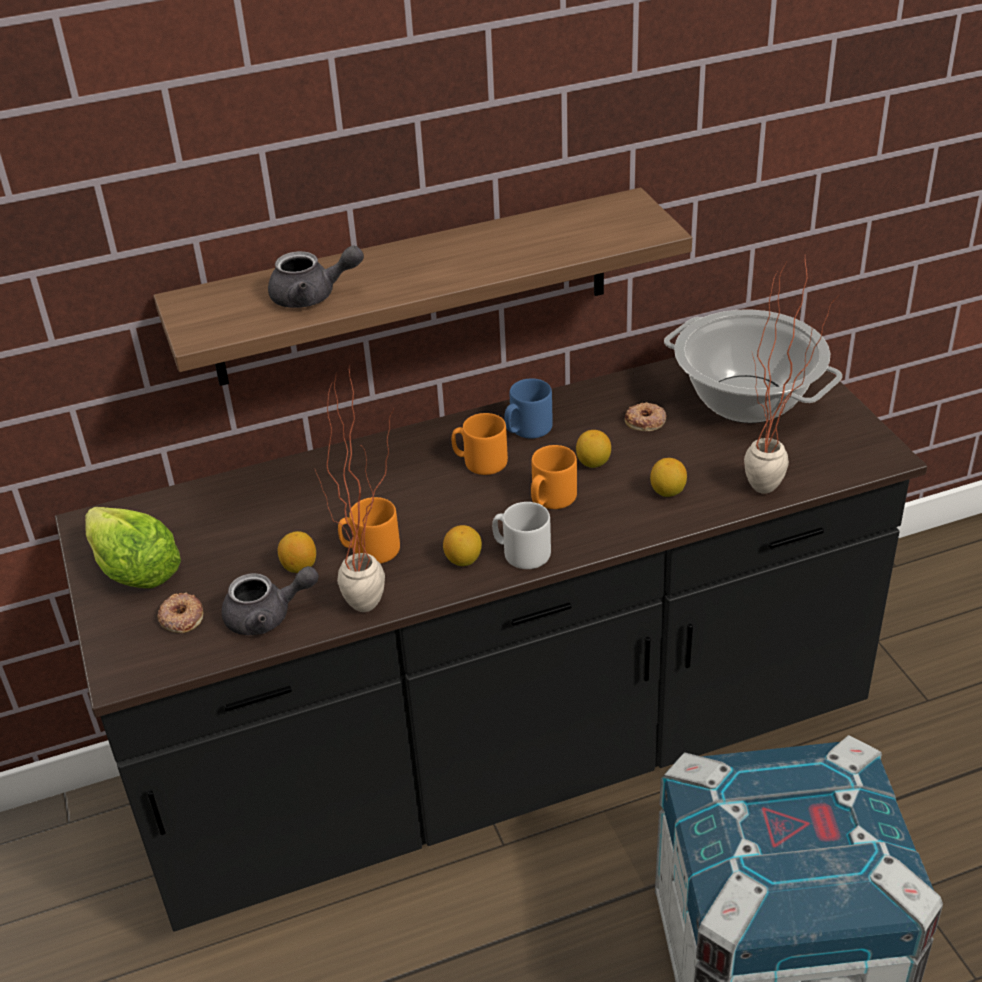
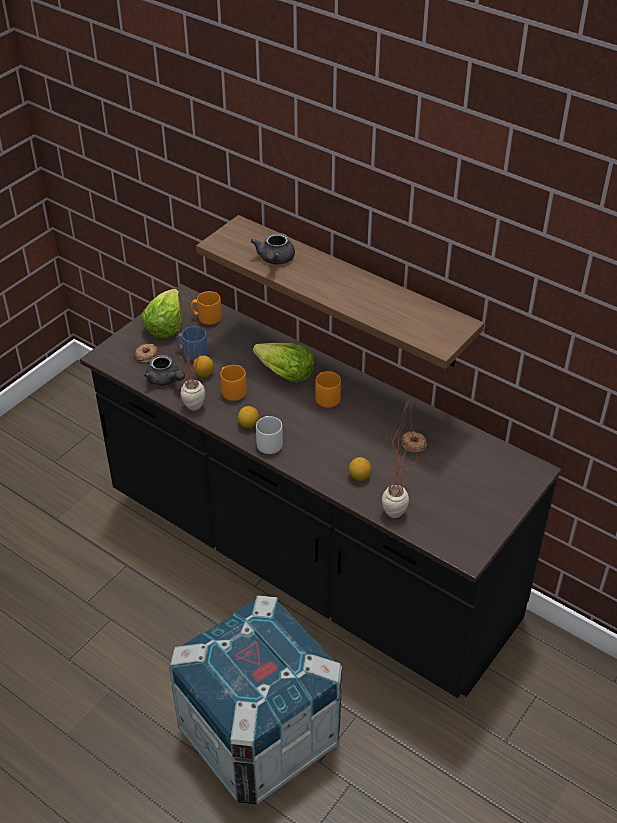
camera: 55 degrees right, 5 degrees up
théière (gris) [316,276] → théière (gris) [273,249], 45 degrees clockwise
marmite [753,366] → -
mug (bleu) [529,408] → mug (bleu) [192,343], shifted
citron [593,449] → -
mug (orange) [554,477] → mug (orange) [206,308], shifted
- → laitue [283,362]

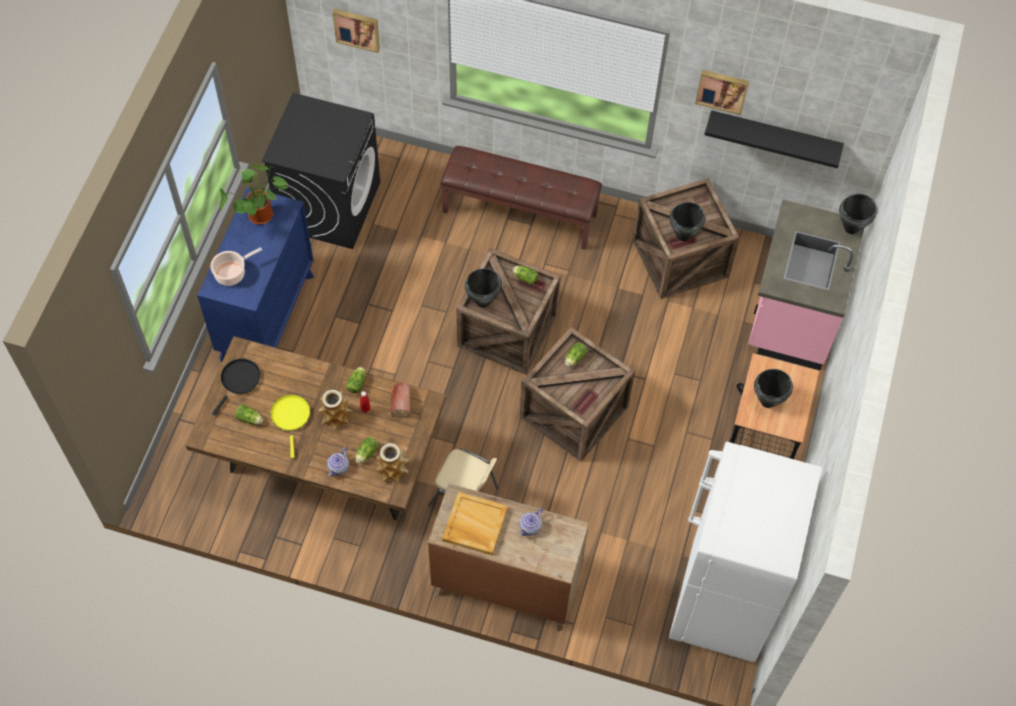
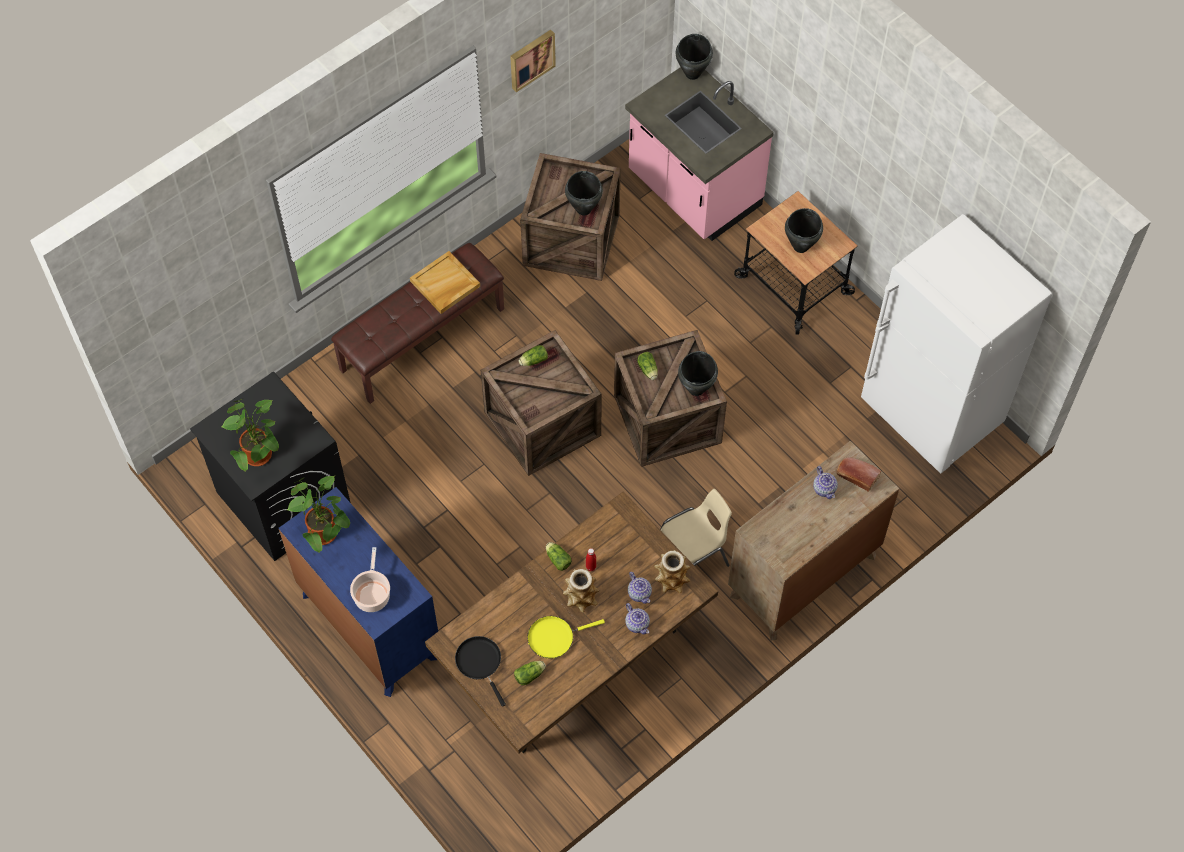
camera: 55 degrees left, 0 degrees up
tableau [356,31] → -
étagère (noir) [774,139] → -
marmite (noir) [483,288] → marmite (noir) [698,373], shifted
pain [400,400] → pain [858,474], shifted
poêle (jaune) [290,426] → poêle (jaune) [566,637], 45 degrees counterclockwise
laitue [367,450] → théière [640,588]
plateau (beige) [475,524] → plateau (beige) [445,282], shifted
- → plante en pot [250,434]

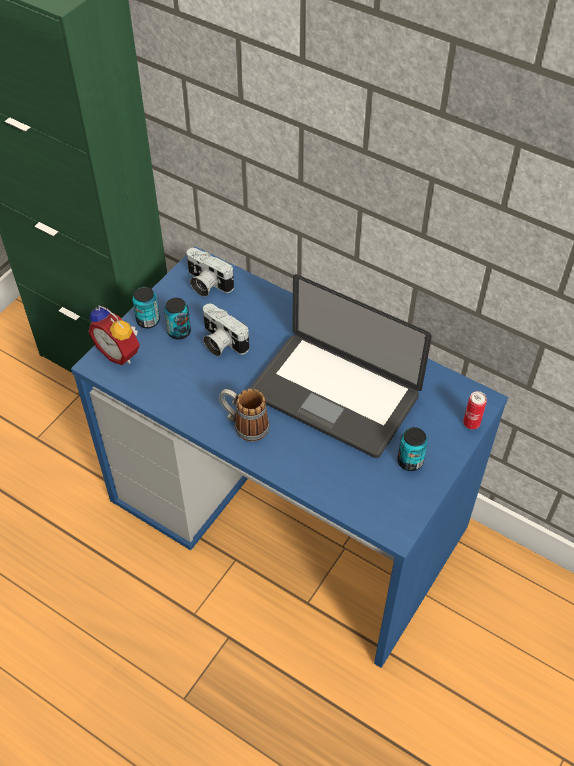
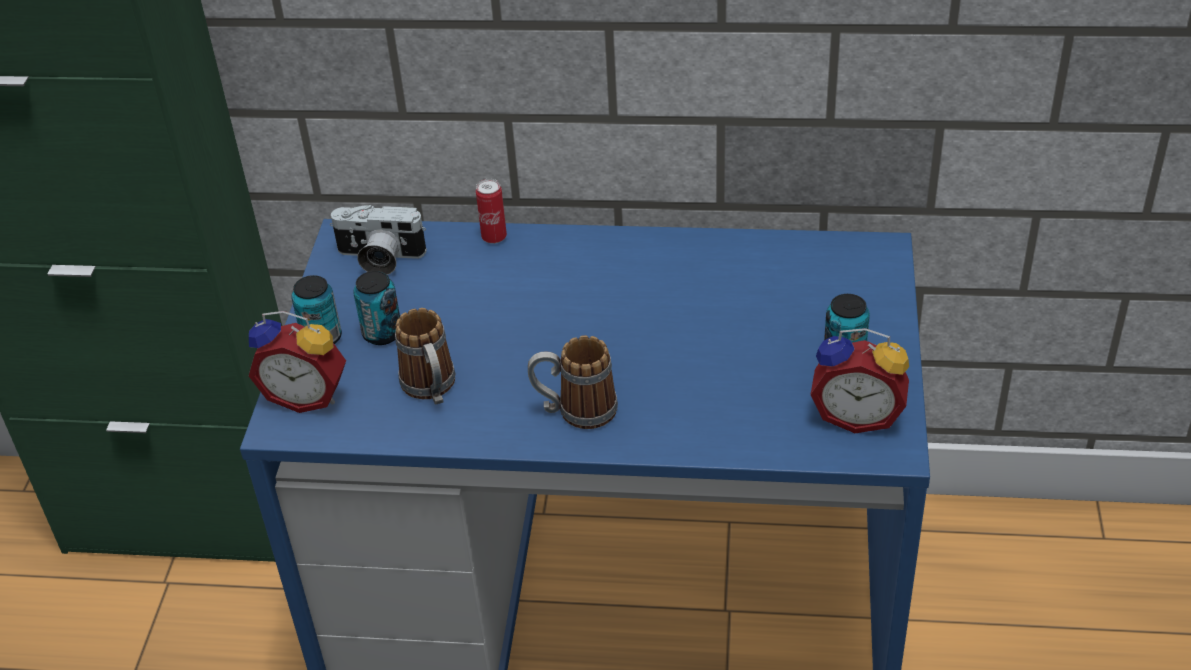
camera: 25 degrees left, 10 degrees down
ordinateur portable [340,366] → -
appareil photo [226,330] → -
boîte métallique [475,410] → boîte métallique [491,211], shifted
- → mug [425,356]
- → réveil [860,380]

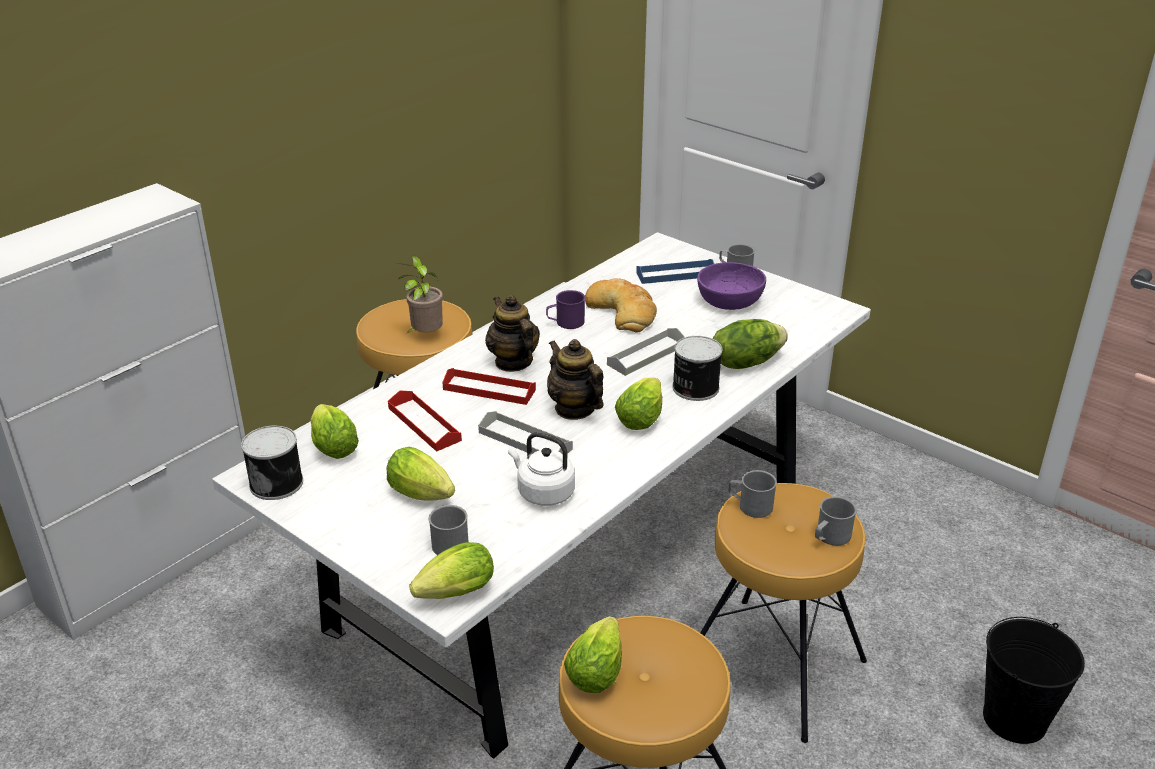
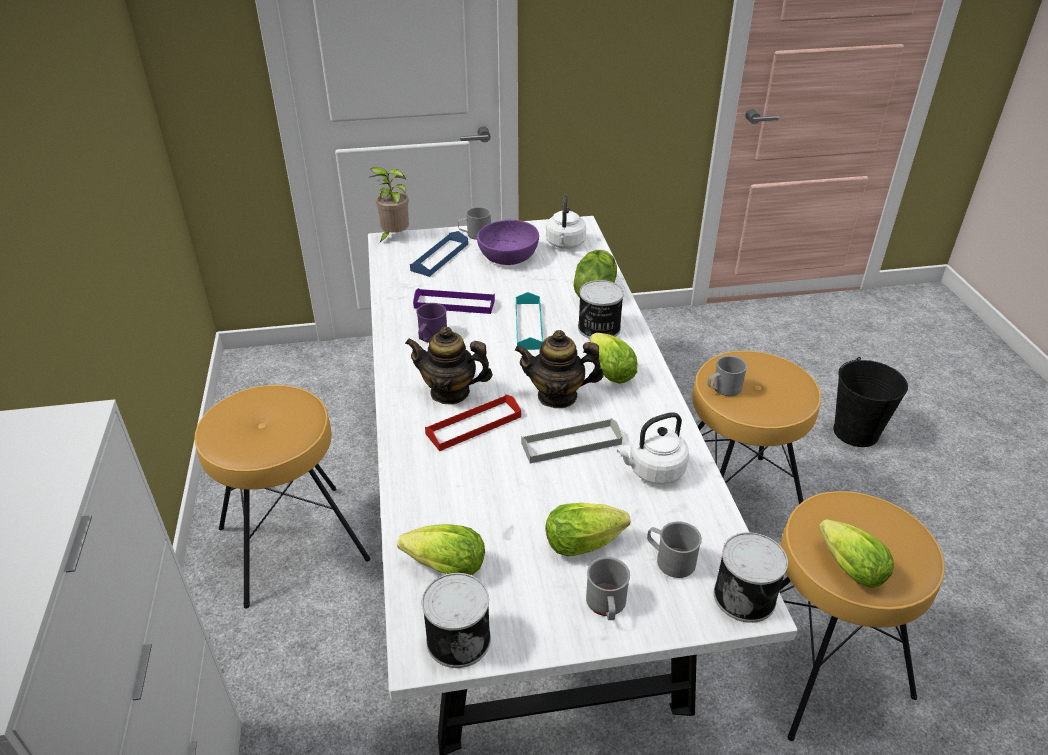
camera: 50 degrees left, 5 degrees up
plante en pot [420,294] → plante en pot [389,205], shifted
pain [621,305] → plateau (violet) [454,301]
plateau (gris) [646,352] → plateau (turquoise) [529,321]
plateau (rouge) [425,421] → -
mug (gris) [836,521] → mug (gris) [608,588], shifted
laitue [451,570] → boîte métallique [751,577]
- → bouilloire (blanc) [566,221]

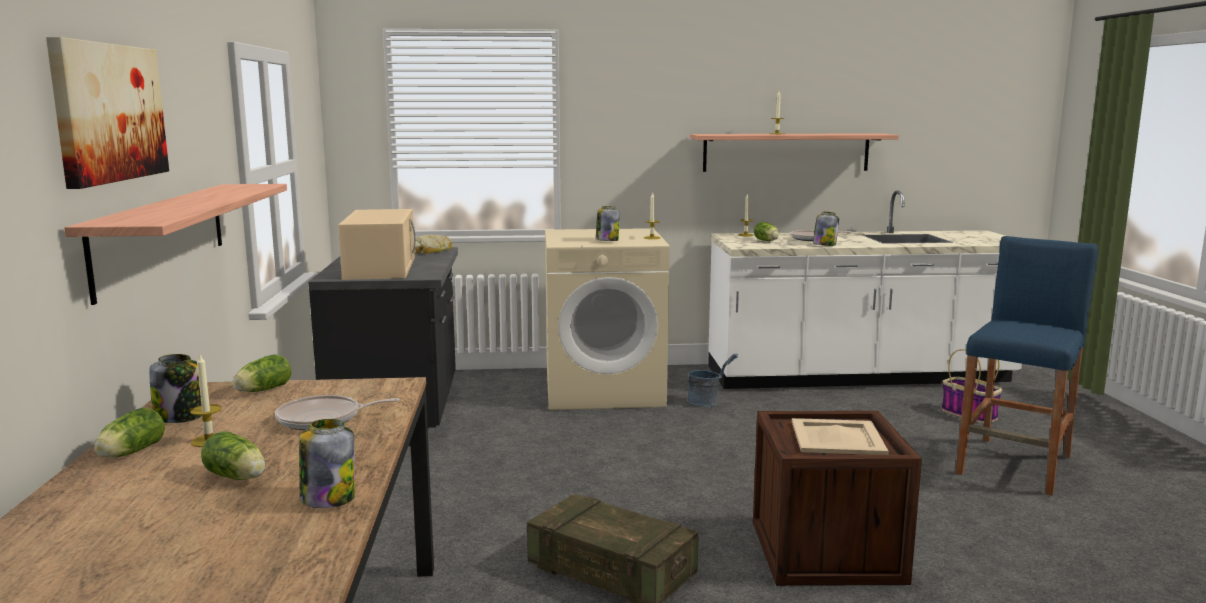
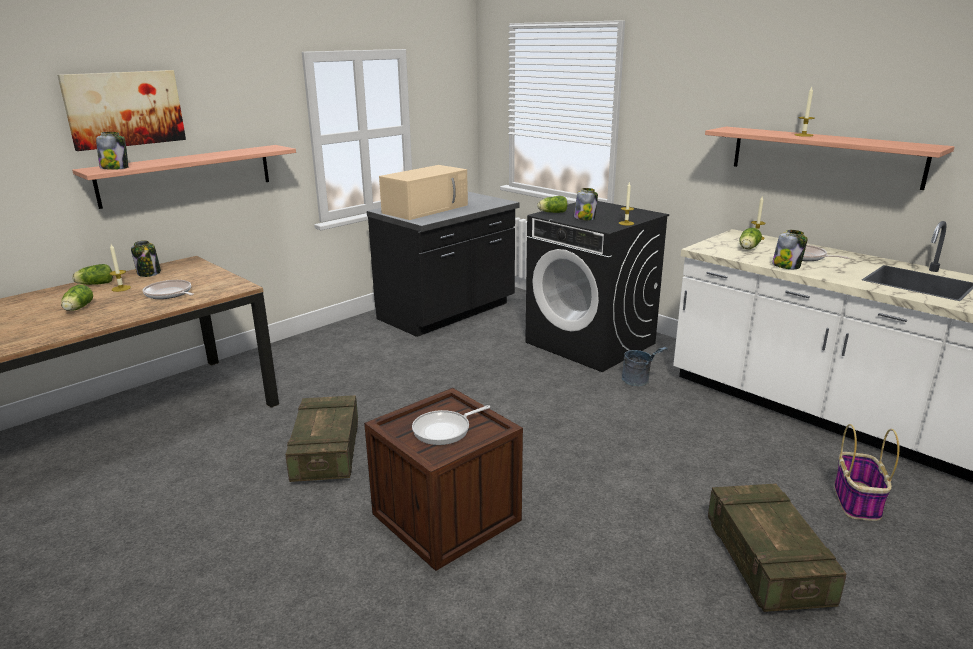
camera: 50 degrees right, 10 degrees up
lave-linge (beige) [607,319] → lave-linge (noir) [597,286]
pain [433,244] → -
tabouret (bleu) [1027,366] → caisse [777,548]
laitue [261,373] → laitue [552,204], shifted
plateau (beige) [840,436] → poêle [451,425]
bocal [327,463] → bocal [112,151], shifted

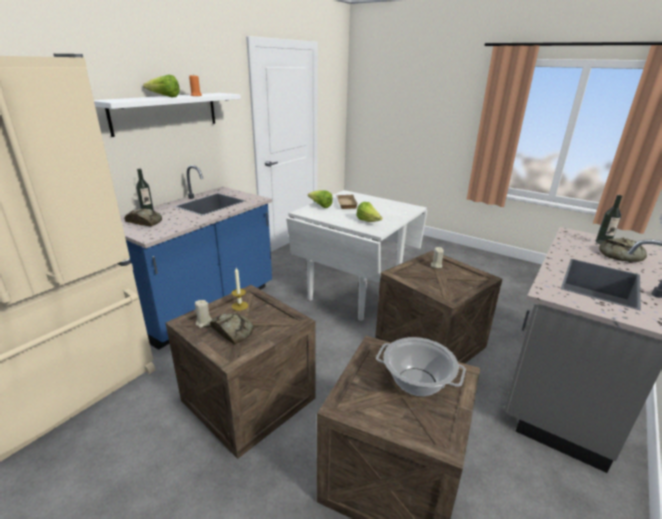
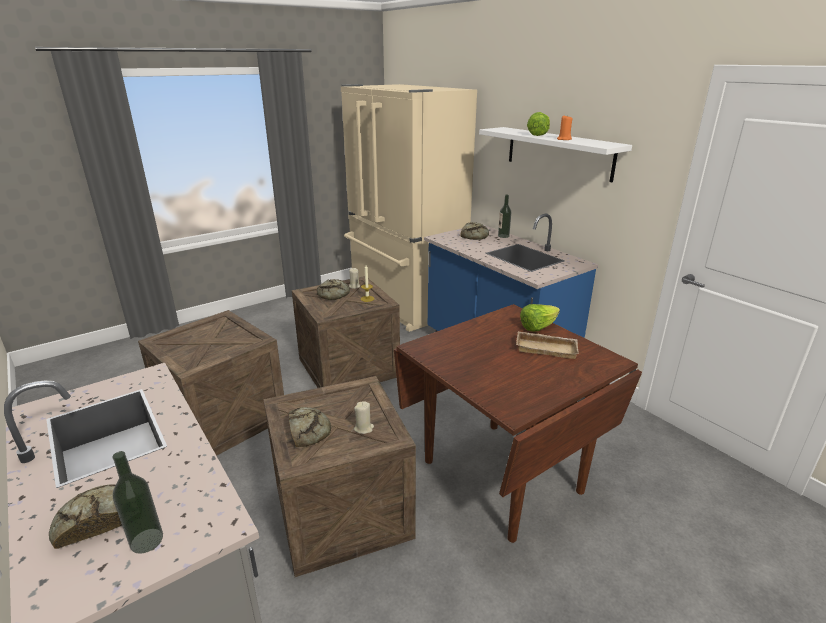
camera: 110 degrees right, 0 degrees up
table à manger (blanc) [356,255] → table à manger (marron) [518,423]
laitue [369,212] → -
marmite [421,366] → -
- → pain [310,427]

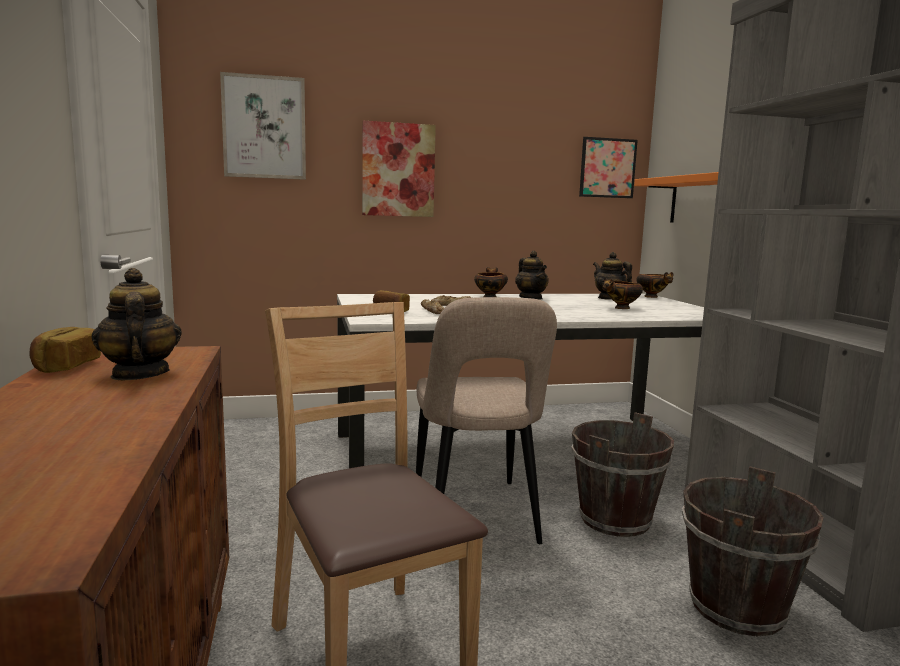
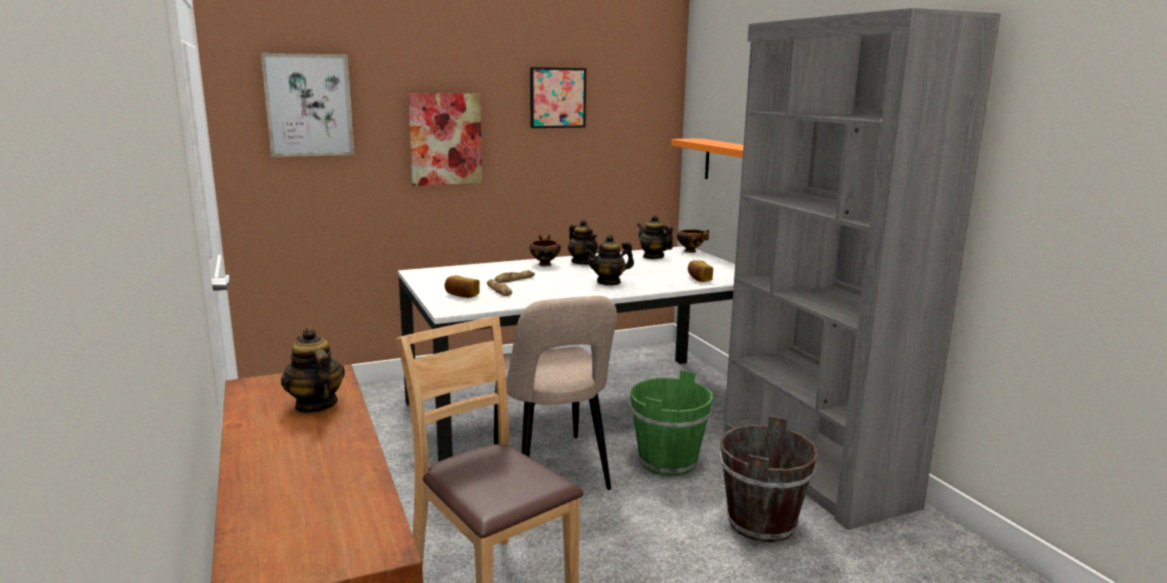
camera: 10 degrees left, 5 degrees up
tableau [608,167] → tableau [558,97], shifted
bol [622,293] → -
pain [65,350] → pain [700,271], shifted
seau (marron) [623,474] → seau (vert) [671,423]
- → théière [609,259]

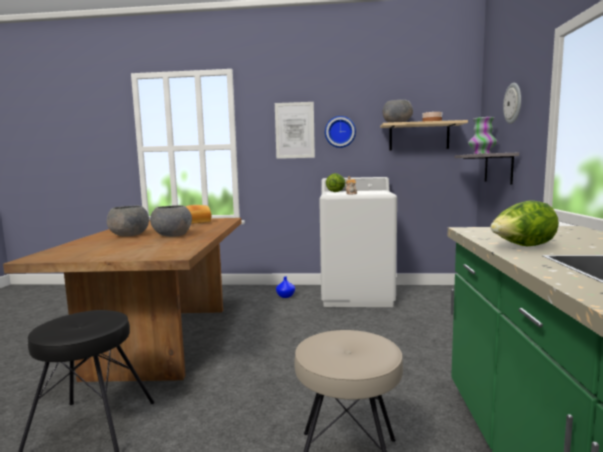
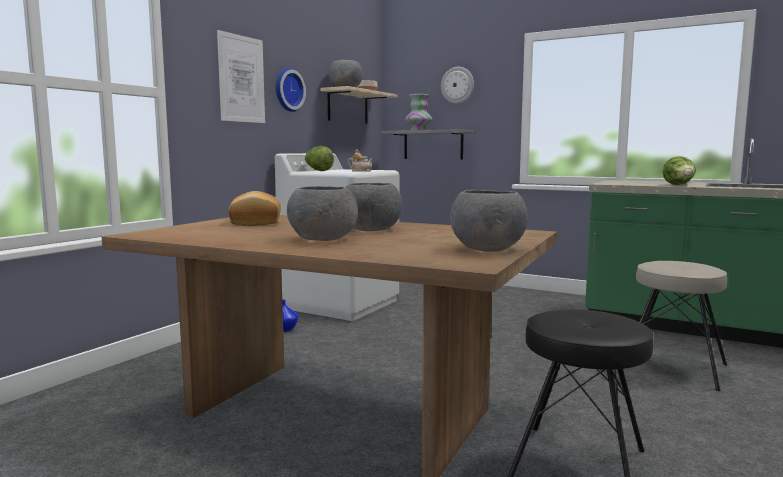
camera: 65 degrees left, 0 degrees up
- → bol (gris) [489,221]

